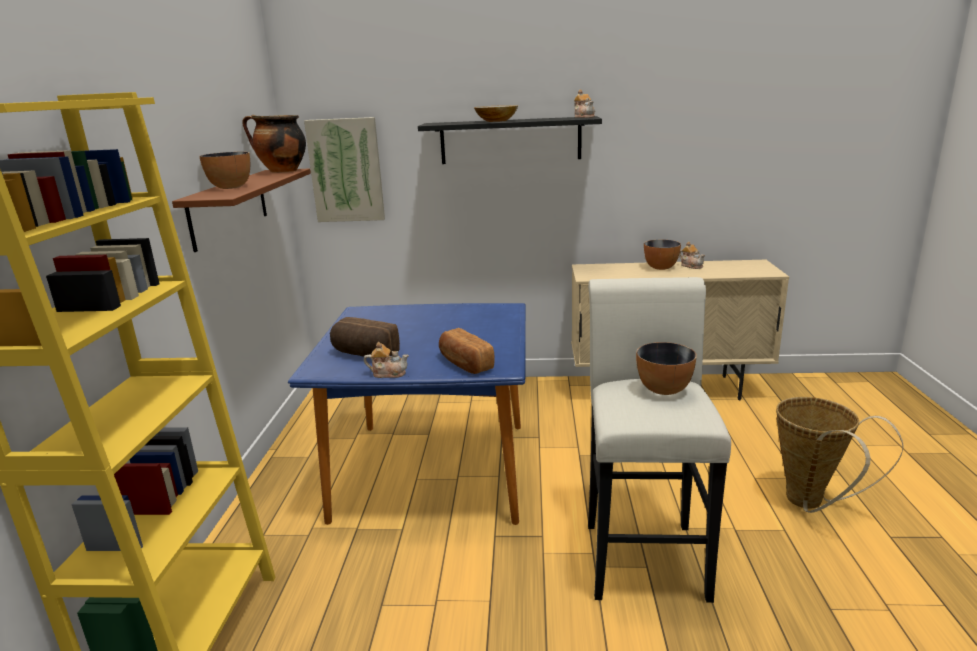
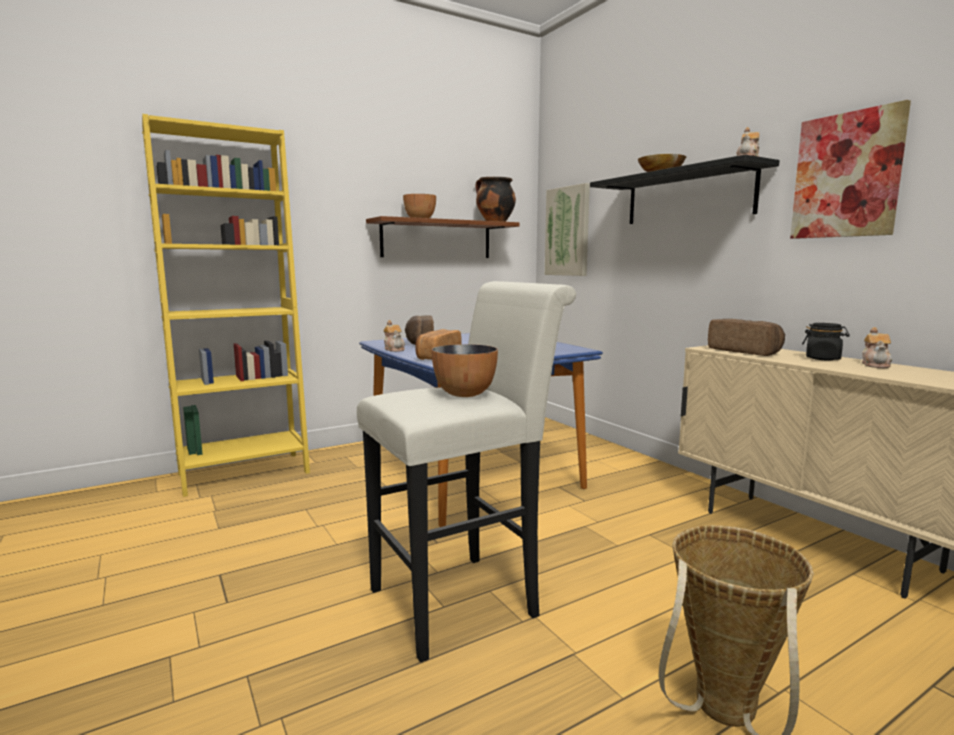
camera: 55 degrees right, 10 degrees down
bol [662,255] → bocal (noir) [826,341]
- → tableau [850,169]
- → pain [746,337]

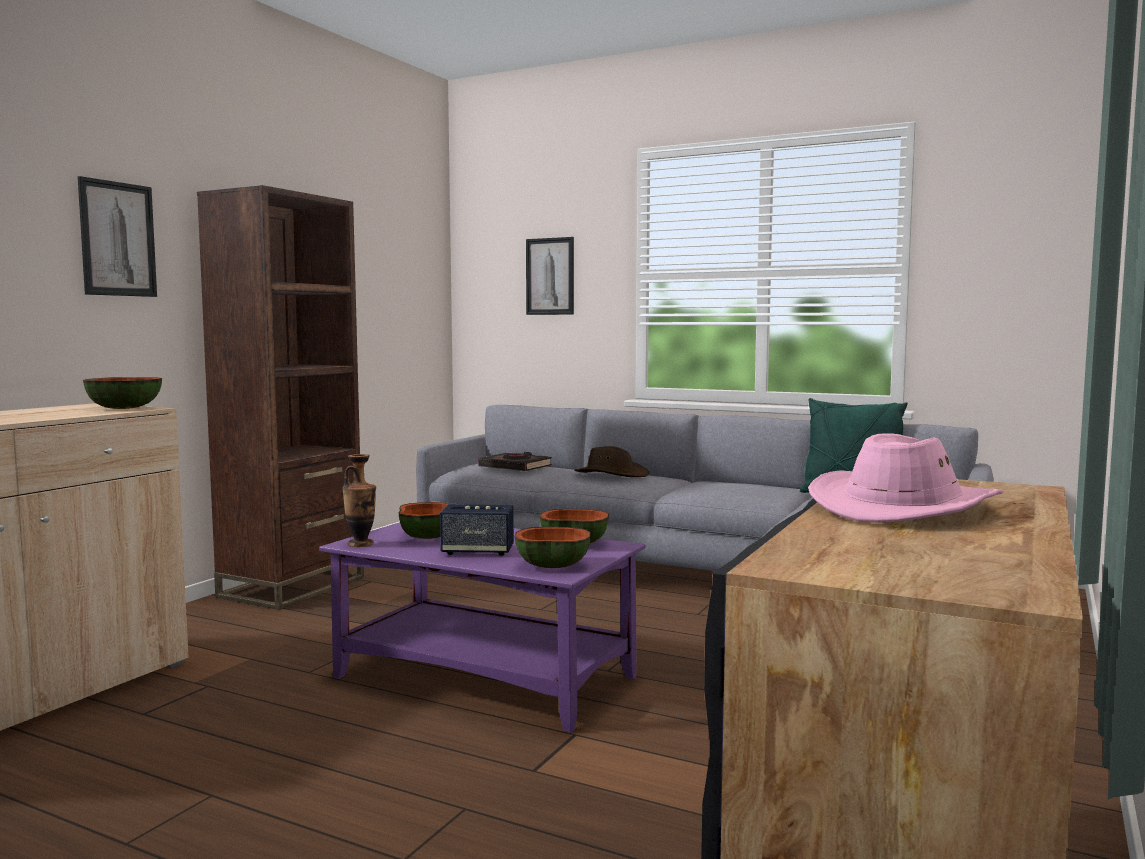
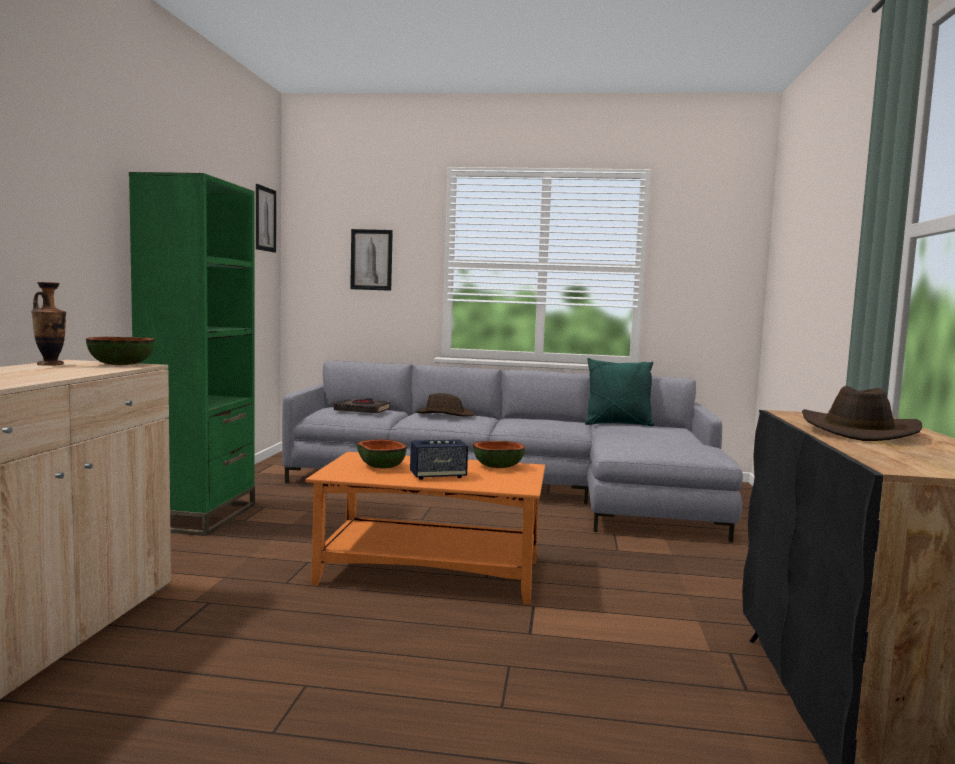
camera: 20 degrees left, 0 degrees up
tableau [117,236] → tableau [266,218], shifted
bibliothèque (marron) [280,397] → bibliothèque (vert) [192,354]
chapeau (rose) [905,478] → chapeau (marron) [862,413]
vase [359,500] → vase [48,324], shifted
table basse (violet) [482,627] → table basse (orange) [425,528]
bol [552,547] → -

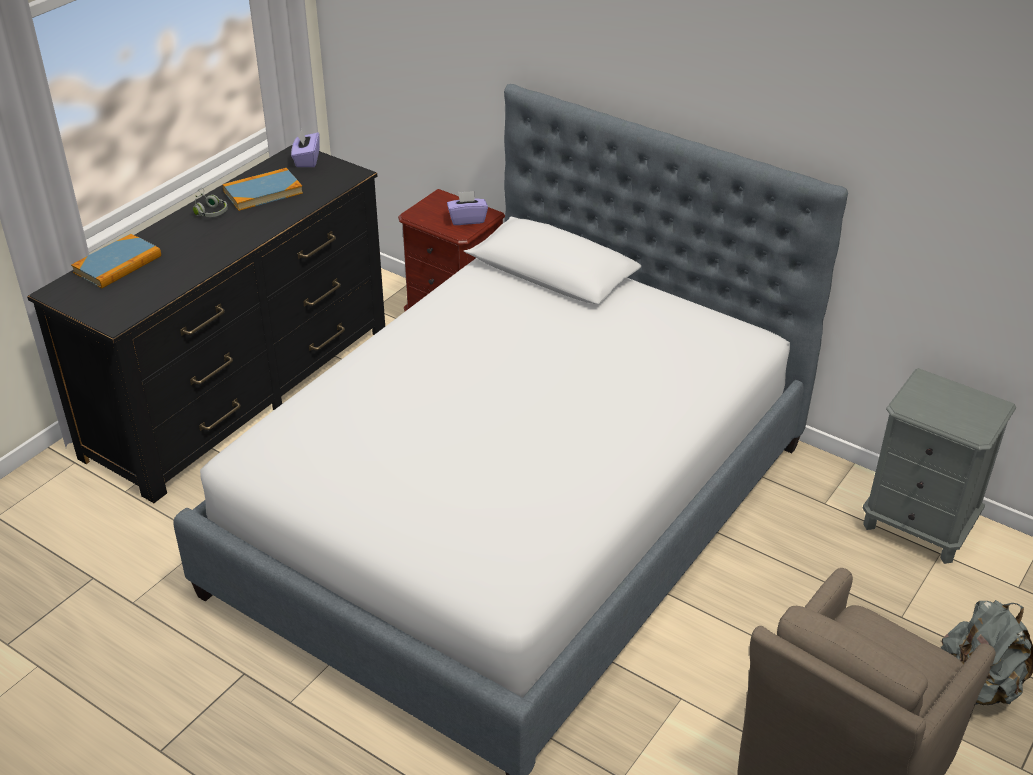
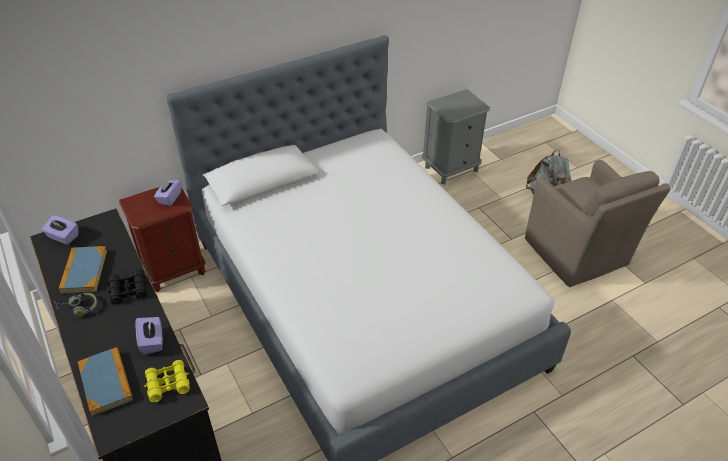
camera: 65 degrees left, 5 degrees up
- → jumelles (noir) [127,286]
- → boîte à mouchoirs (violet) [149,336]
- → jumelles (jaune) [167,381]

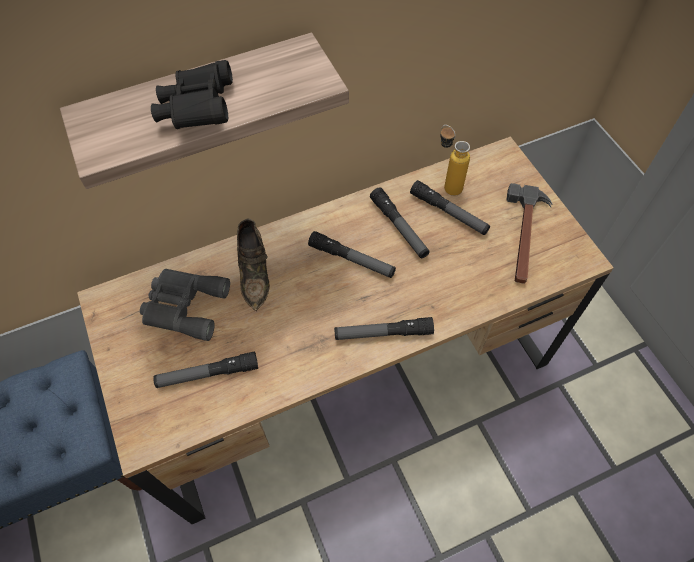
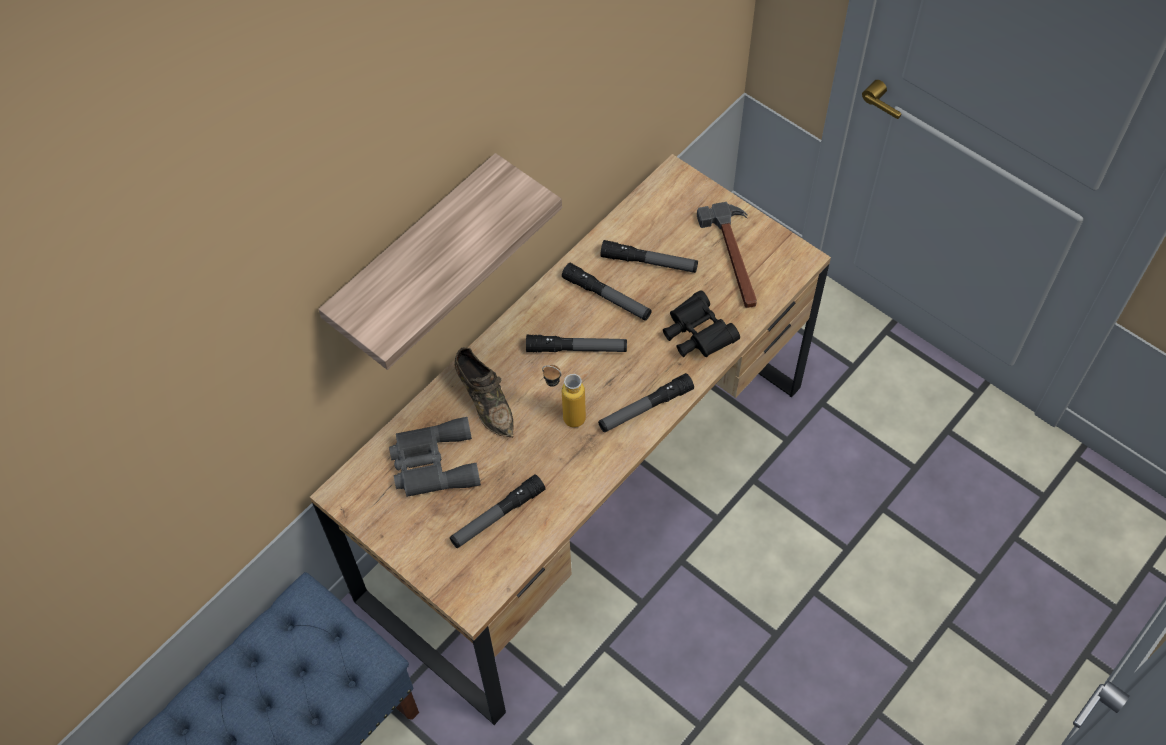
camera: 25 degrees left, 0 degrees up
jumelles (noir) [192,94] → jumelles (noir) [701,323], shifted
bouteille [455,160] → bouteille [564,396], shifted

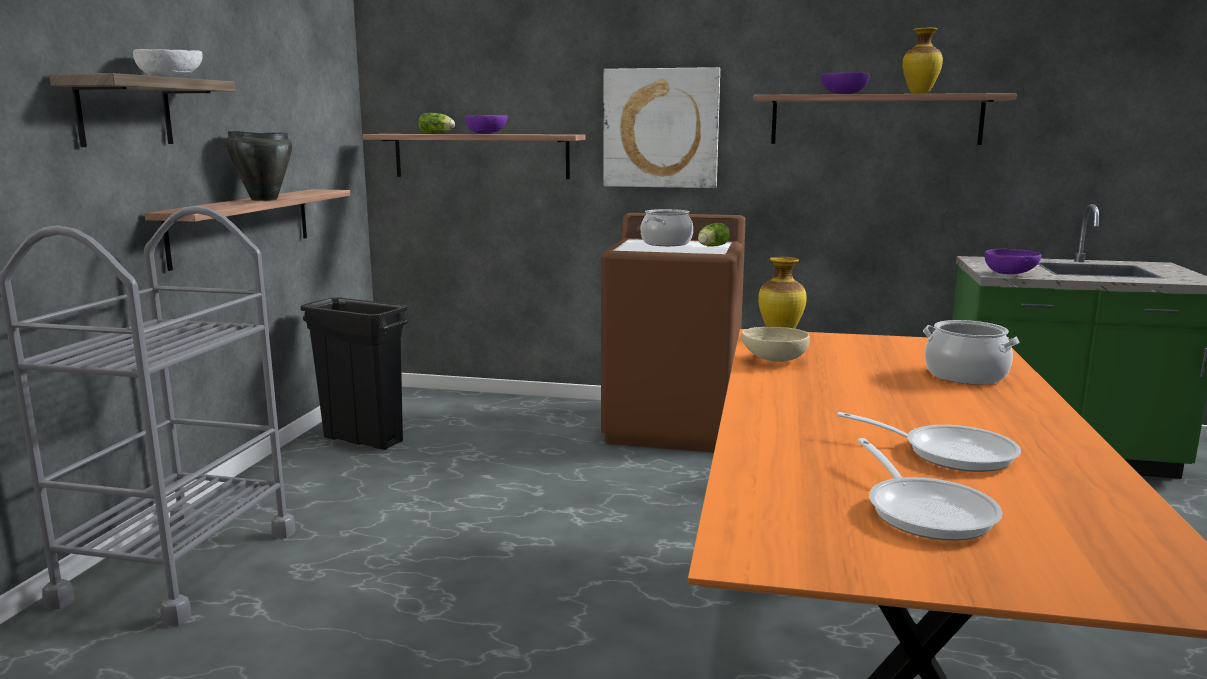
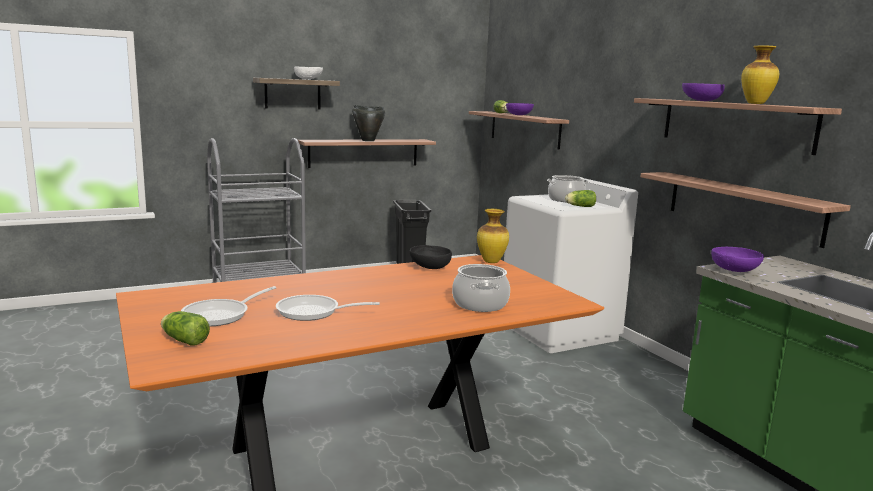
camera: 50 degrees right, 0 degrees up
tableau [661,127] → -
lave-linge (marron) [673,332] → lave-linge (blanc) [571,265]
bol (beige) [775,344] → bol (noir) [431,257]
poêle [929,442] → poêle [328,308], 105 degrees clockwise
- → étagère [745,210]
- → laitue [185,328]

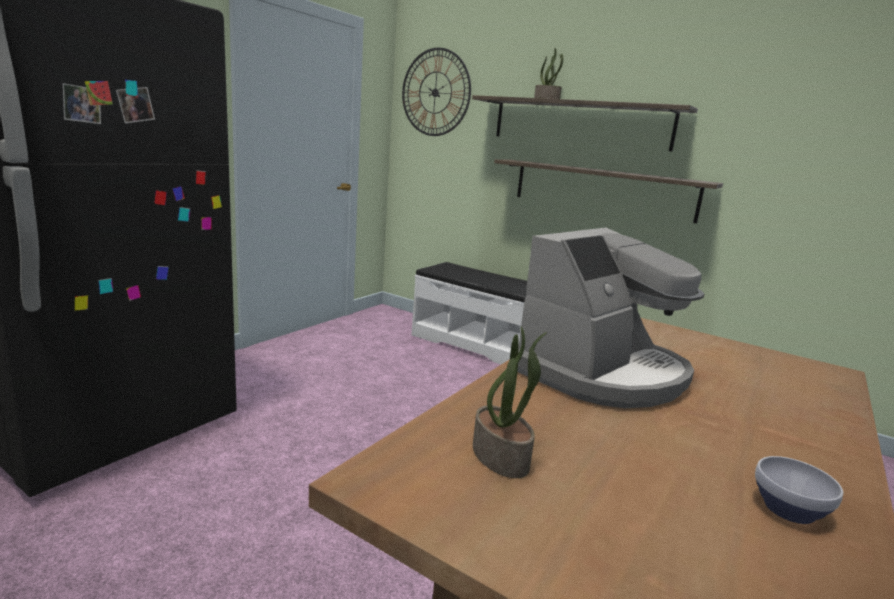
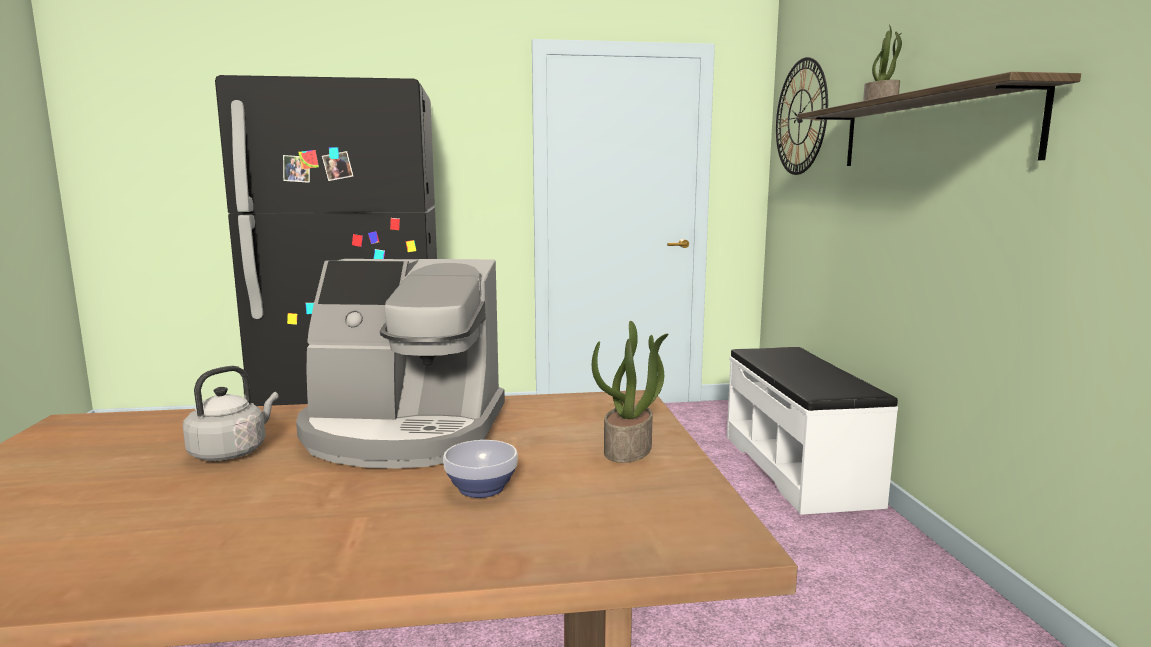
camera: 50 degrees right, 5 degrees down
étagère [608,191] → -
plante en pot [510,402] → plante en pot [630,392], shifted
bol [799,490] → bol [480,469], shifted
- → bouilloire (gris) [230,413]

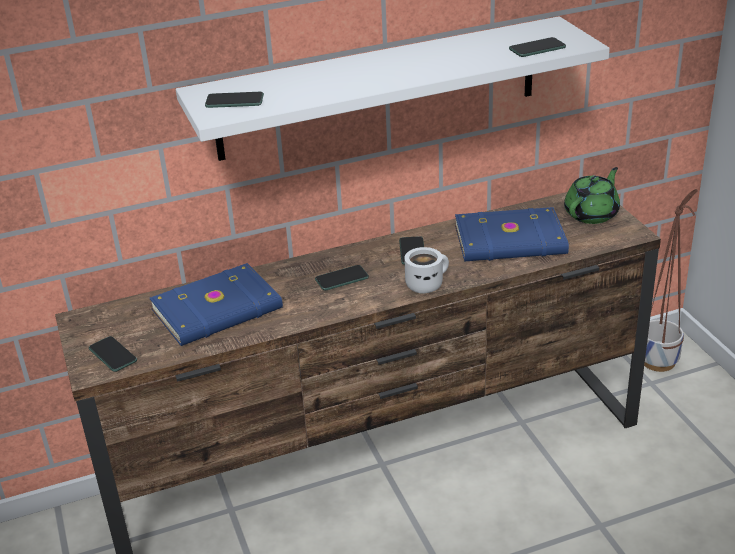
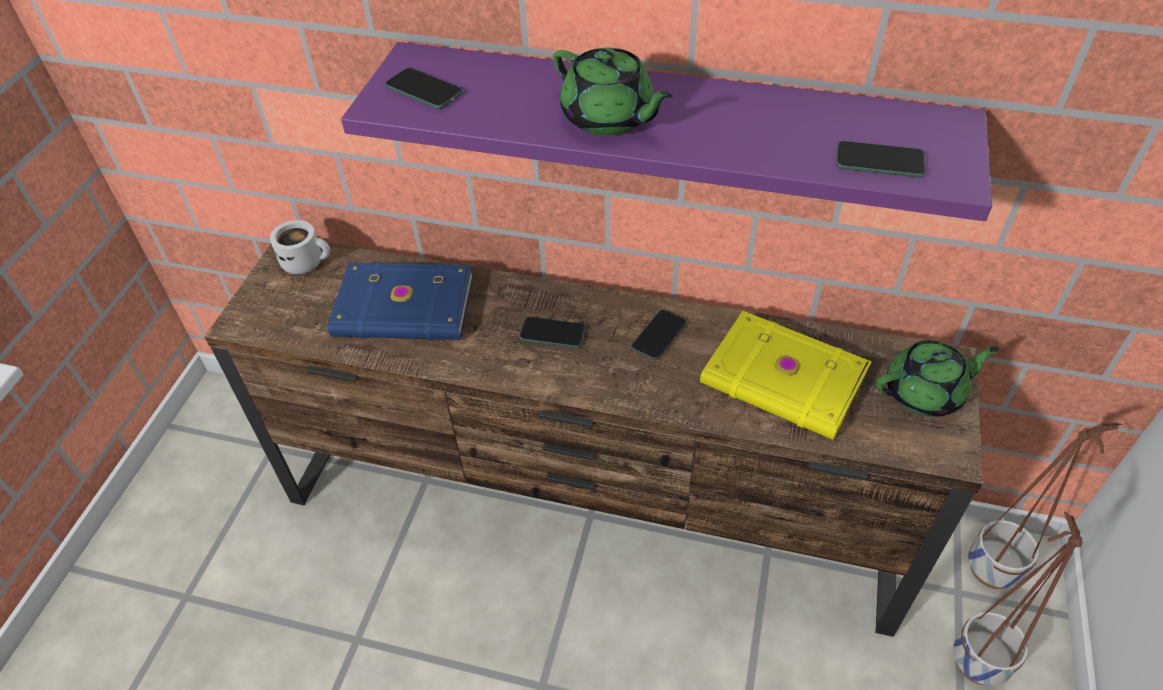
camera: 35 degrees right, 15 degrees up
étagère (blanc) [393,88] → étagère (violet) [666,131]
livre (bleu) [512,234] → livre (jaune) [786,375]
mug (blanc) [426,270] → mug (blanc) [300,247], shifted
téléphone [113,354] → -
- → théière (vert) [613,92]
- → cache-pot [1018,599]

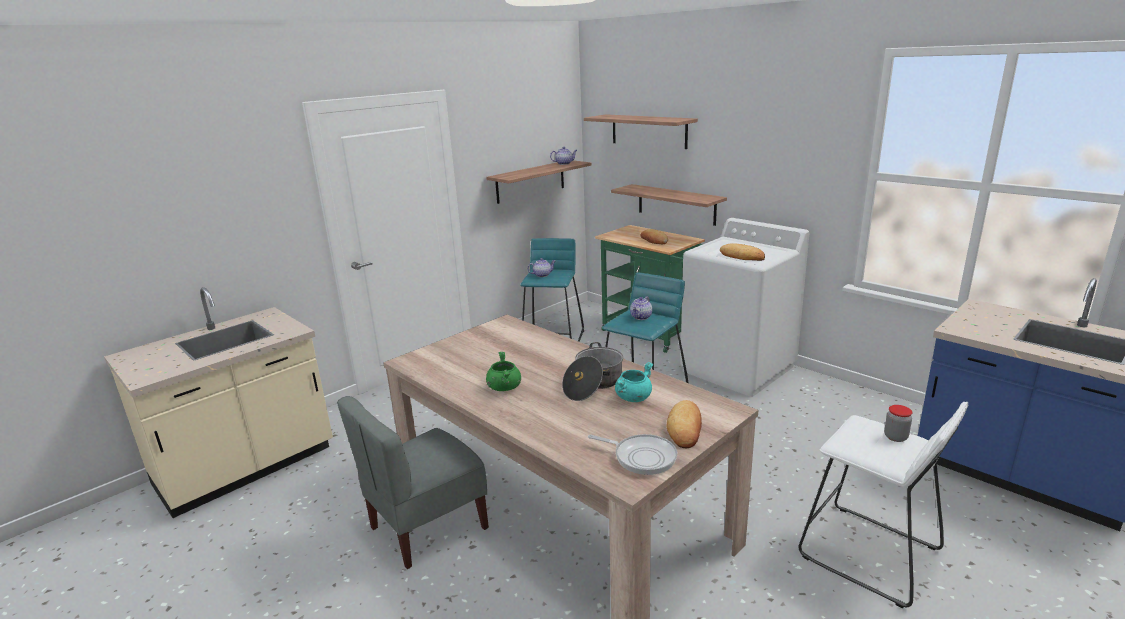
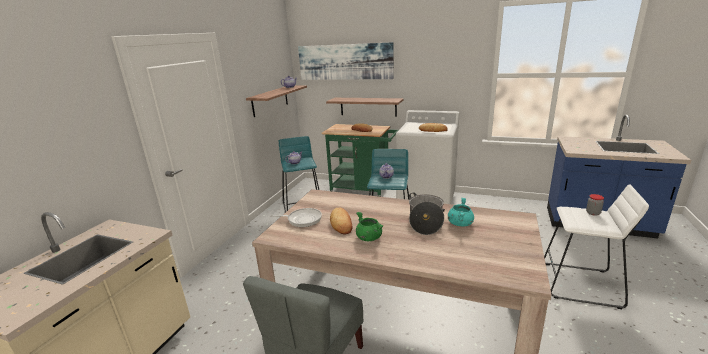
camera: 25 degrees left, 0 degrees up
étagère [641,131] → tableau [346,61]
pain [684,424] → pain [341,221], shifted
poêle [632,454] → poêle [296,217], shifted

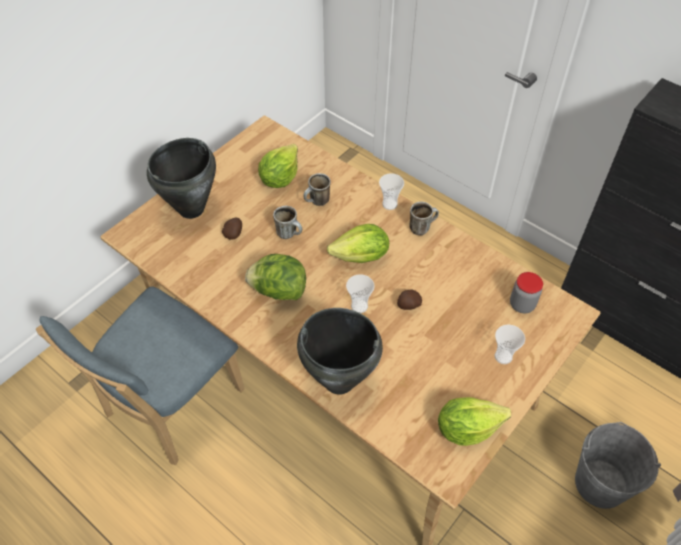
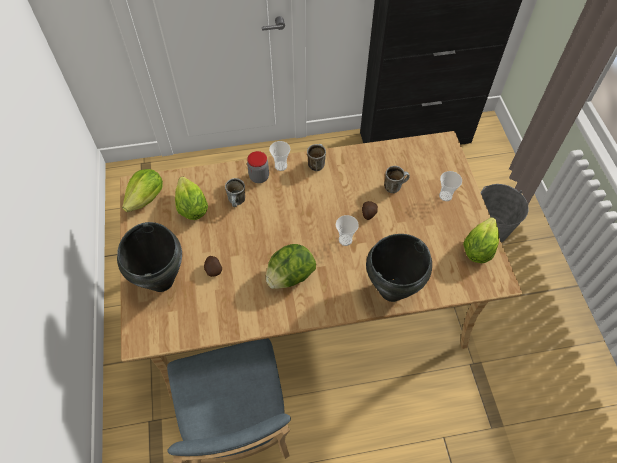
camera: 50 degrees left, 5 degrees up
mug [287,222] → mug [397,179], shifted
laitue [358,243] → laitue [142,190], shifted
bocal [526,292] → bocal [258,167], shifted

